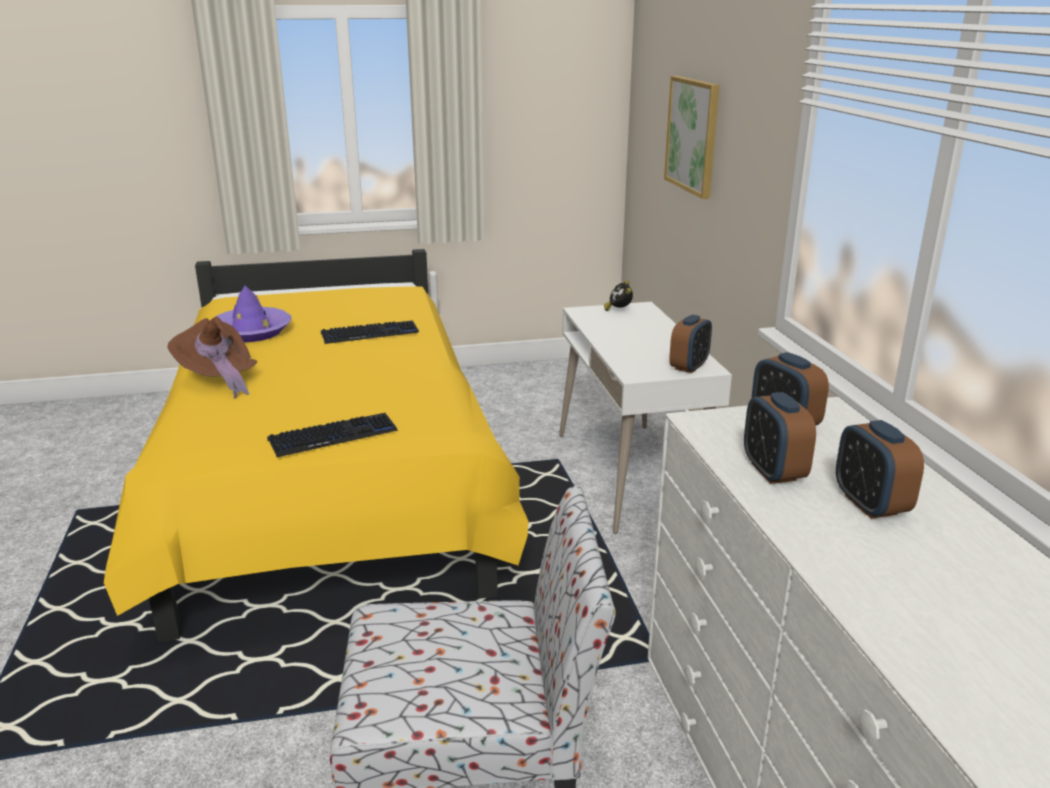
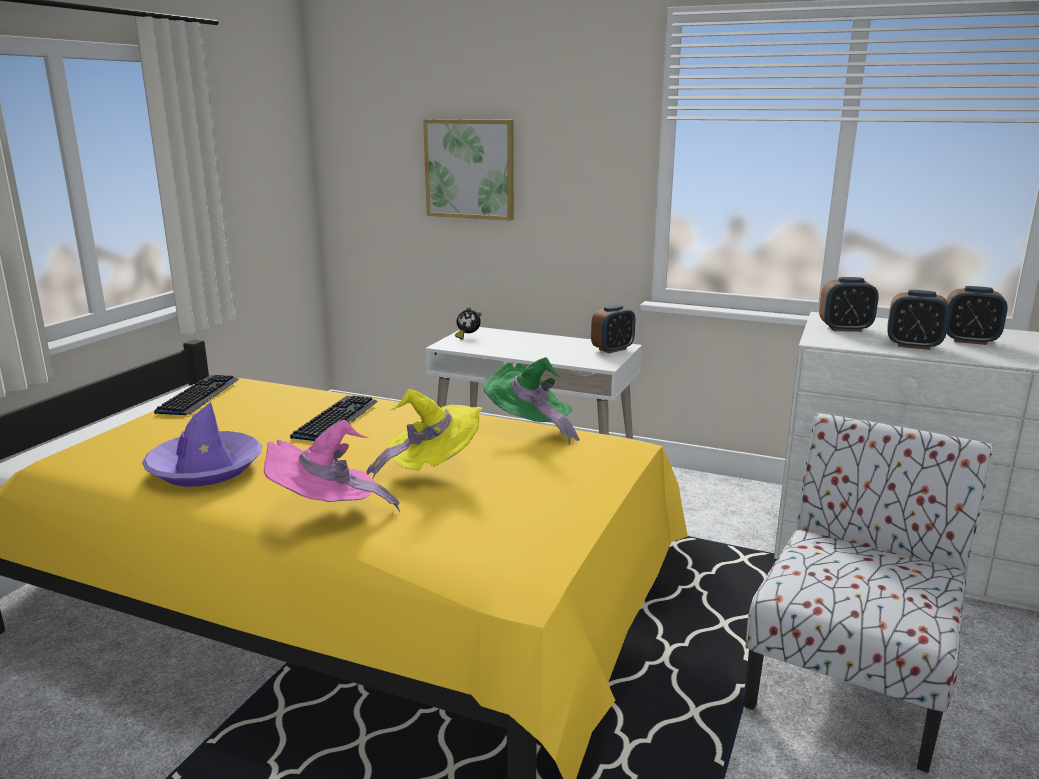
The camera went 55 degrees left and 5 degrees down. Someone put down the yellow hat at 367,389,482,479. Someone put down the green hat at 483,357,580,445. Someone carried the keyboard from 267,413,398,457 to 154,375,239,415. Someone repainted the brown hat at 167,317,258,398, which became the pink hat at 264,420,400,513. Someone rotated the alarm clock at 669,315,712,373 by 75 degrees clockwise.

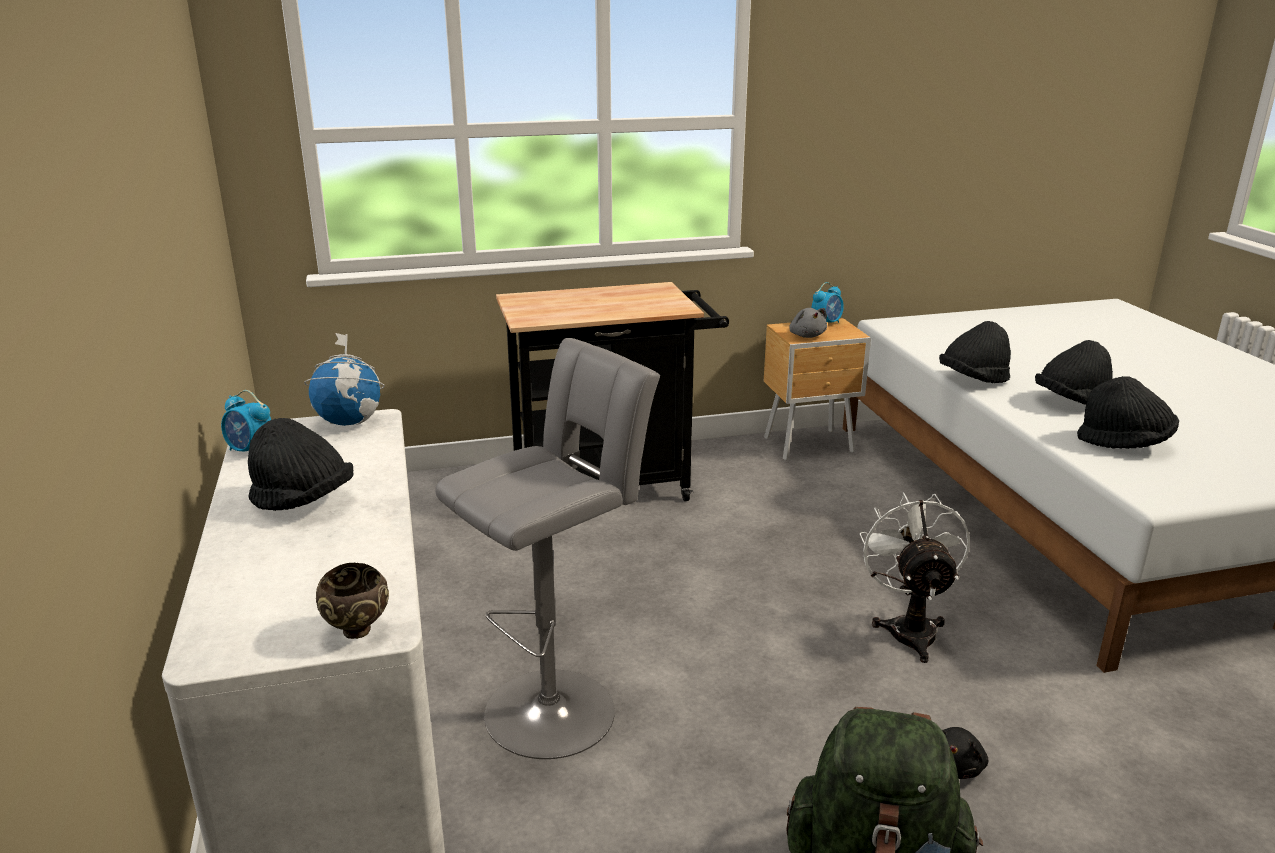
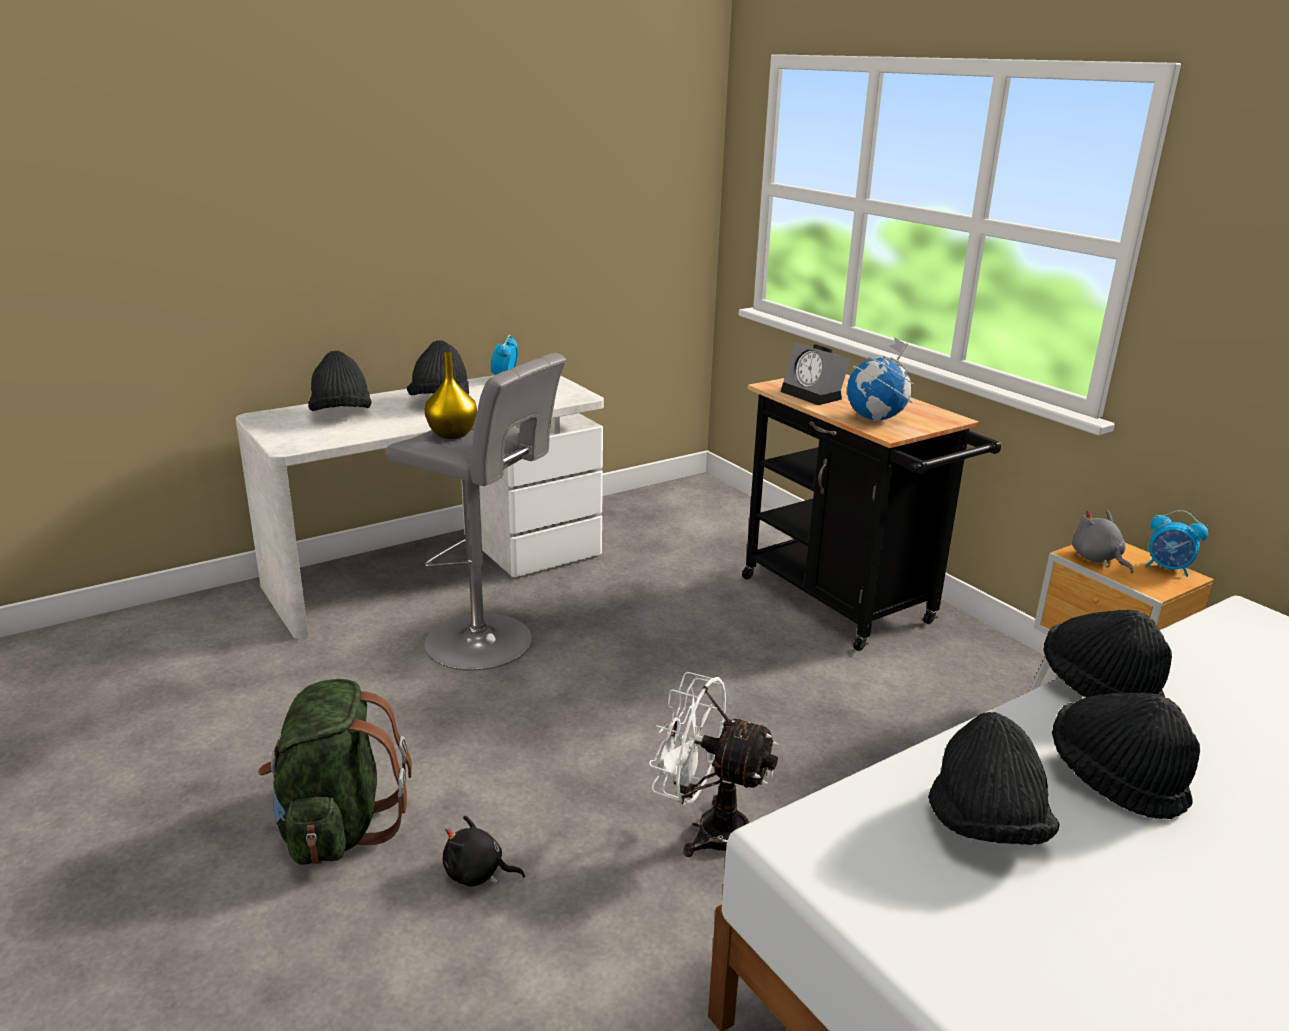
The camera went 70 degrees right and 0 degrees up. Someone took away the brown bowl at 316,563,389,639. Someone put down the black hat at 308,351,372,411. Someone put down the yellow vase at 424,352,477,439. Someone put down the alarm clock at 781,342,850,405. Someone carried the globe from 304,333,385,426 to 847,337,913,421. Someone rotated the grey plush toy at 789,308,827,338 by 105 degrees clockwise. Someone rotated the white fan at 860,492,970,663 by 135 degrees counterclockwise.

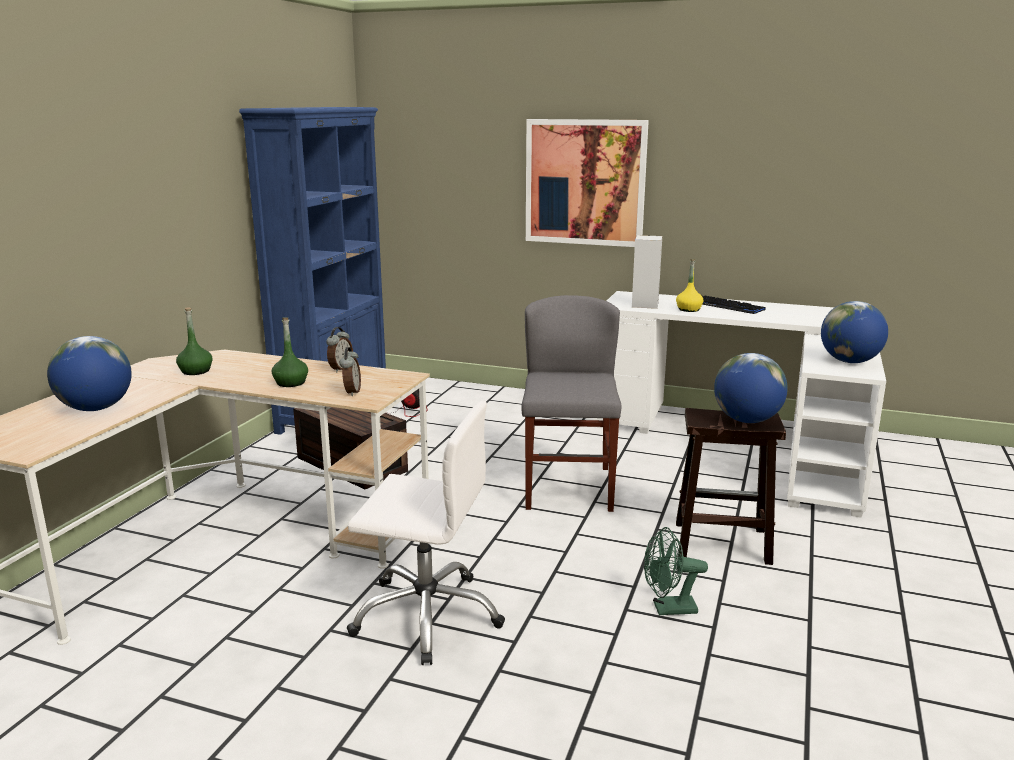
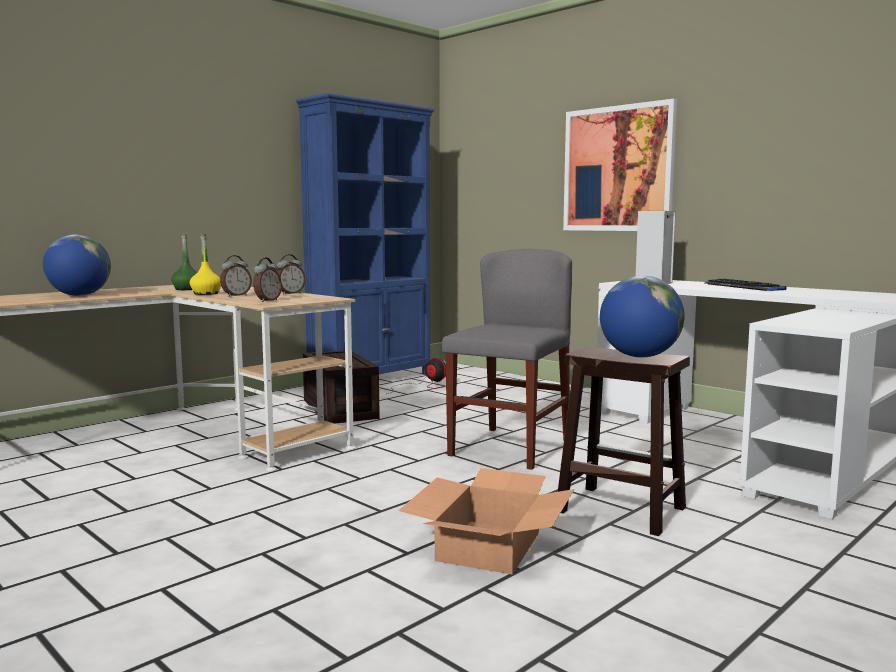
The camera went 25 degrees right and 10 degrees down. Someone took away the white office chair at 347,401,505,665. Someone took away the globe at 821,301,888,363. Someone carried the yellow bottle from 676,259,703,312 to 190,234,221,295. Someone swapped the green bottle at 272,317,308,387 for the alarm clock at 220,255,252,297. Someone swapped the green fan at 644,527,708,615 for the cardboard box at 399,468,575,575.

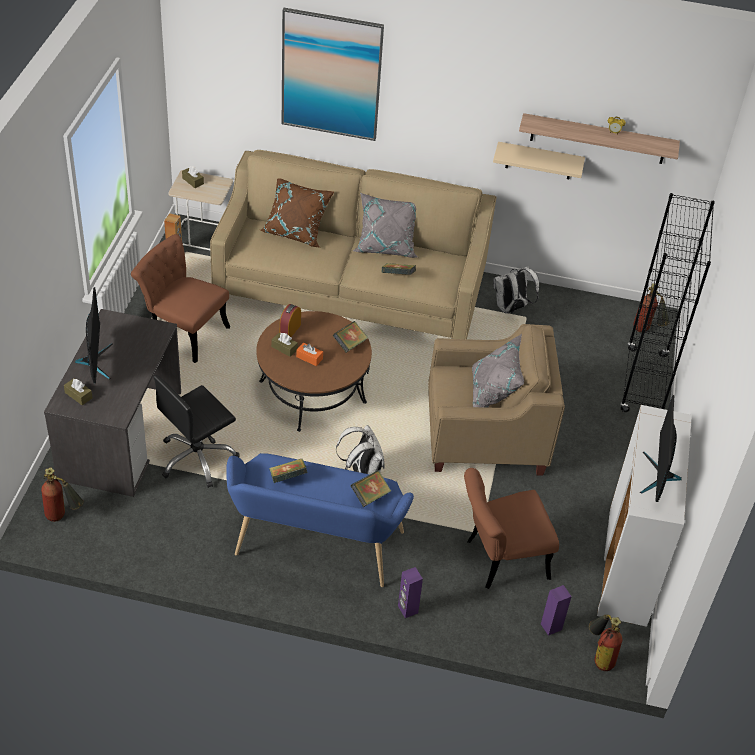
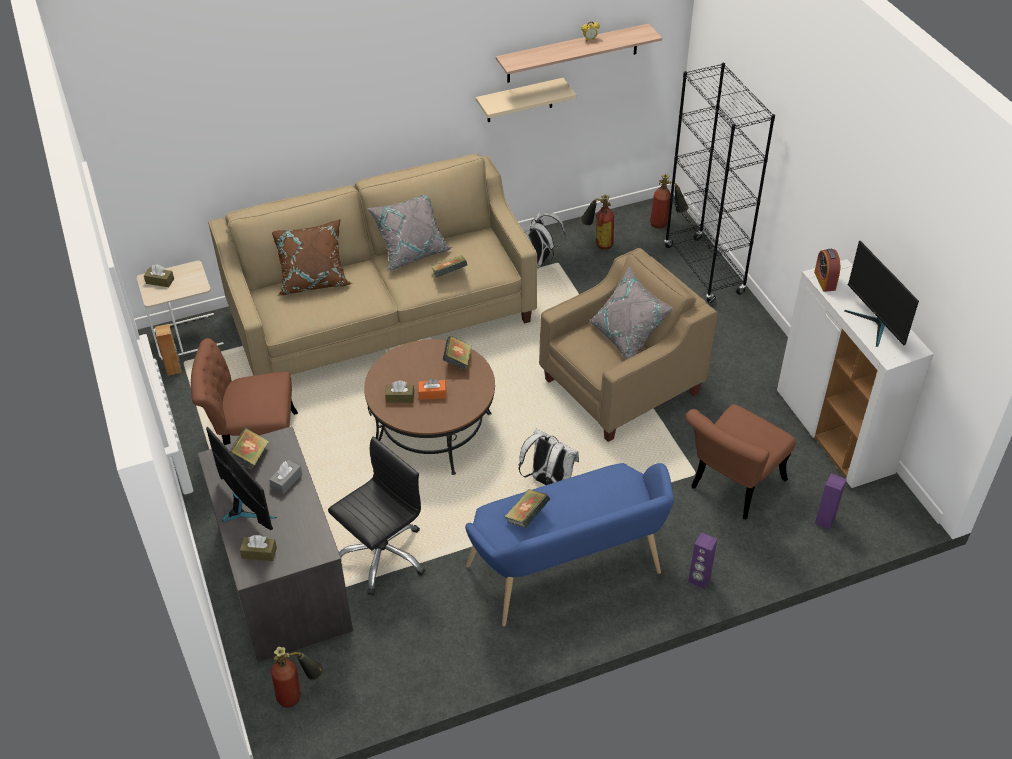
The camera went 30 degrees left and 0 degrees up. Someone took away the picture at 282,8,384,141. Someone put down the grey tissue box at 269,460,302,494. Someone carried the alarm clock from 280,304,301,337 to 814,249,840,292. Someone carried the book from 351,470,391,507 to 230,428,269,470. Someone carried the fire extinguisher from 589,615,622,671 to 581,195,614,250. Someone rotated the black office chair at 153,375,240,488 by 150 degrees counterclockwise.

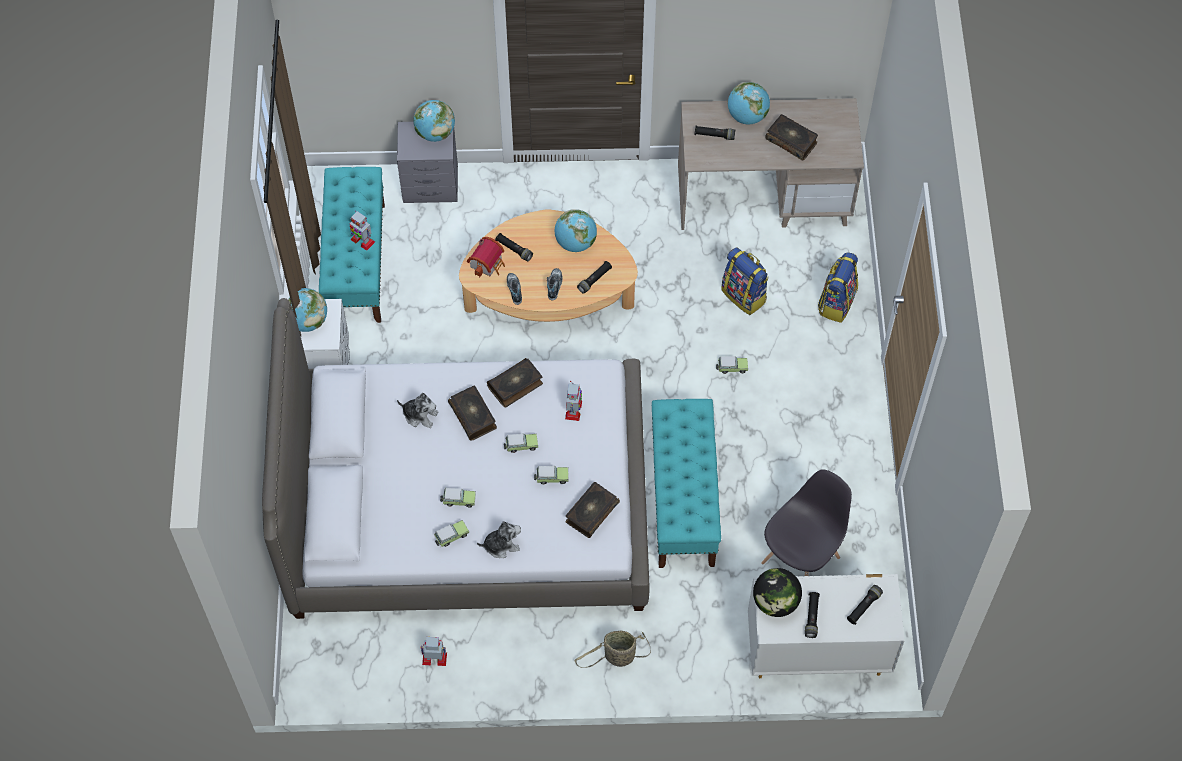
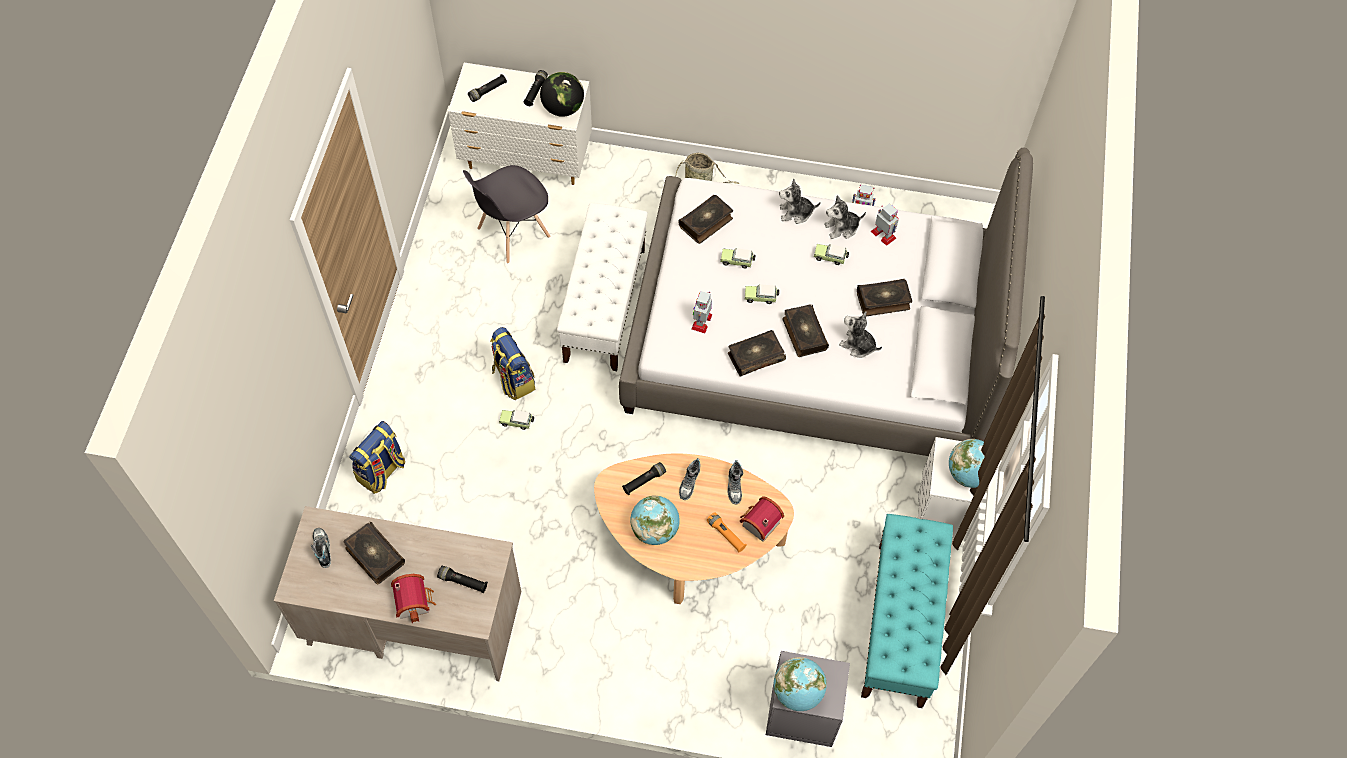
The camera went 170 degrees left and 0 degrees up. Someone put down the shoe at 311,528,331,568. Someone put down the book at 857,279,912,317. Someone carried the toy robot from 350,211,375,251 to 871,203,899,246. Someone carried the backpack from 721,247,769,315 to 490,327,535,400. Someone swapped the toy car at 434,520,469,547 for the plush toy at 824,195,866,239. Someone swapped the globe at 728,82,770,125 for the toy house at 391,574,436,623. Someone repainted the black flashlight at 495,233,533,261, which became the orange flashlight at 707,512,747,553. Someone repainted the turquoise bench at 652,399,721,568, which became the white bench at 557,203,648,371.

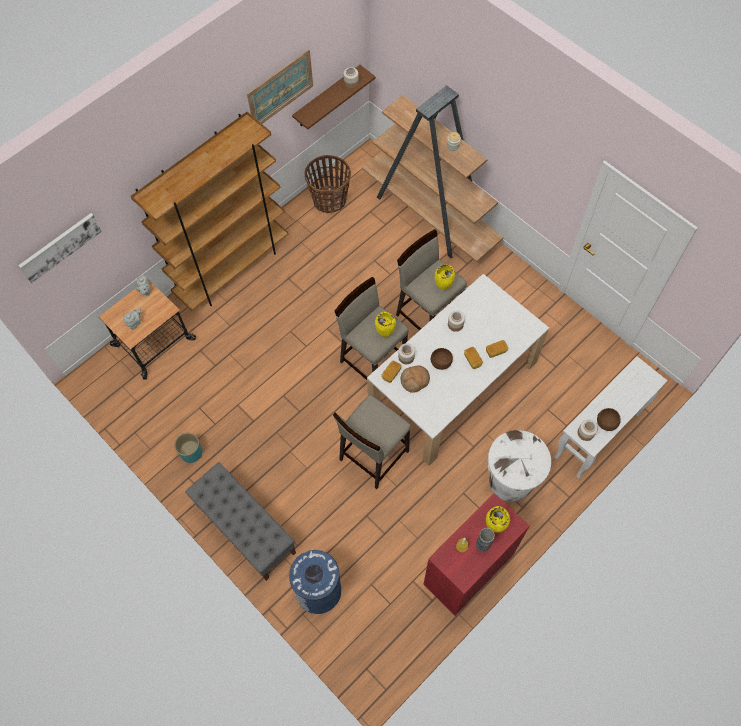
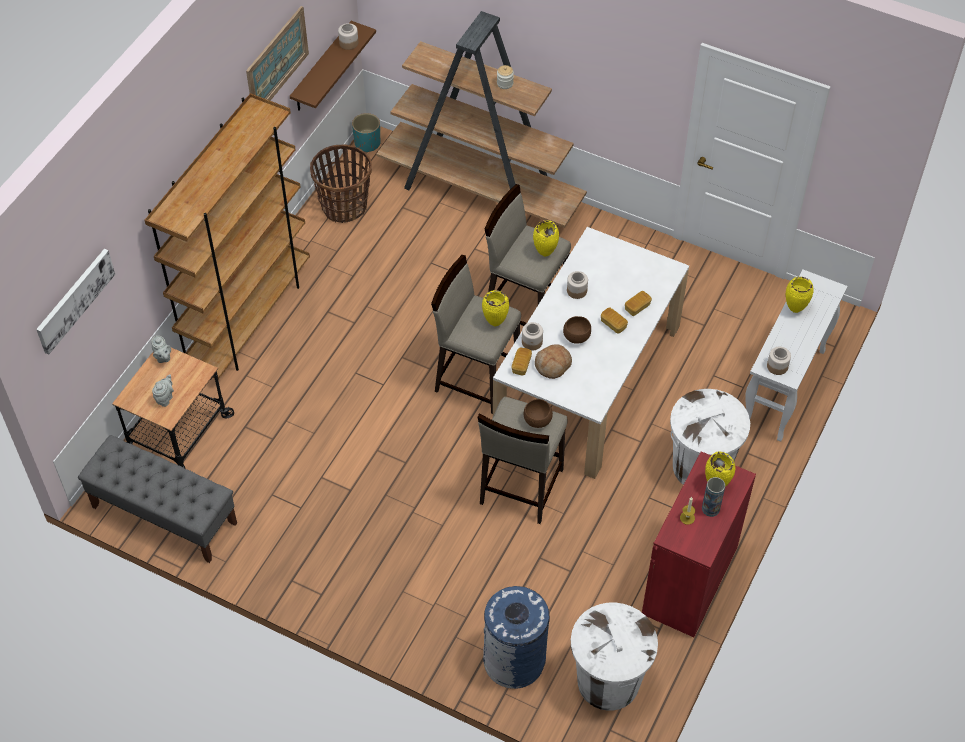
The camera went 20 degrees left and 10 degrees down. Someone put down the white trash can at 571,603,658,711. Someone put down the yellow vase at 786,277,813,313. Someone carried the turquoise planter from 174,432,202,463 to 352,113,380,153. Someone carried the grey bench from 185,462,296,581 to 78,435,237,563. Someone carried the brown bowl from 597,408,621,431 to 524,399,553,428.

